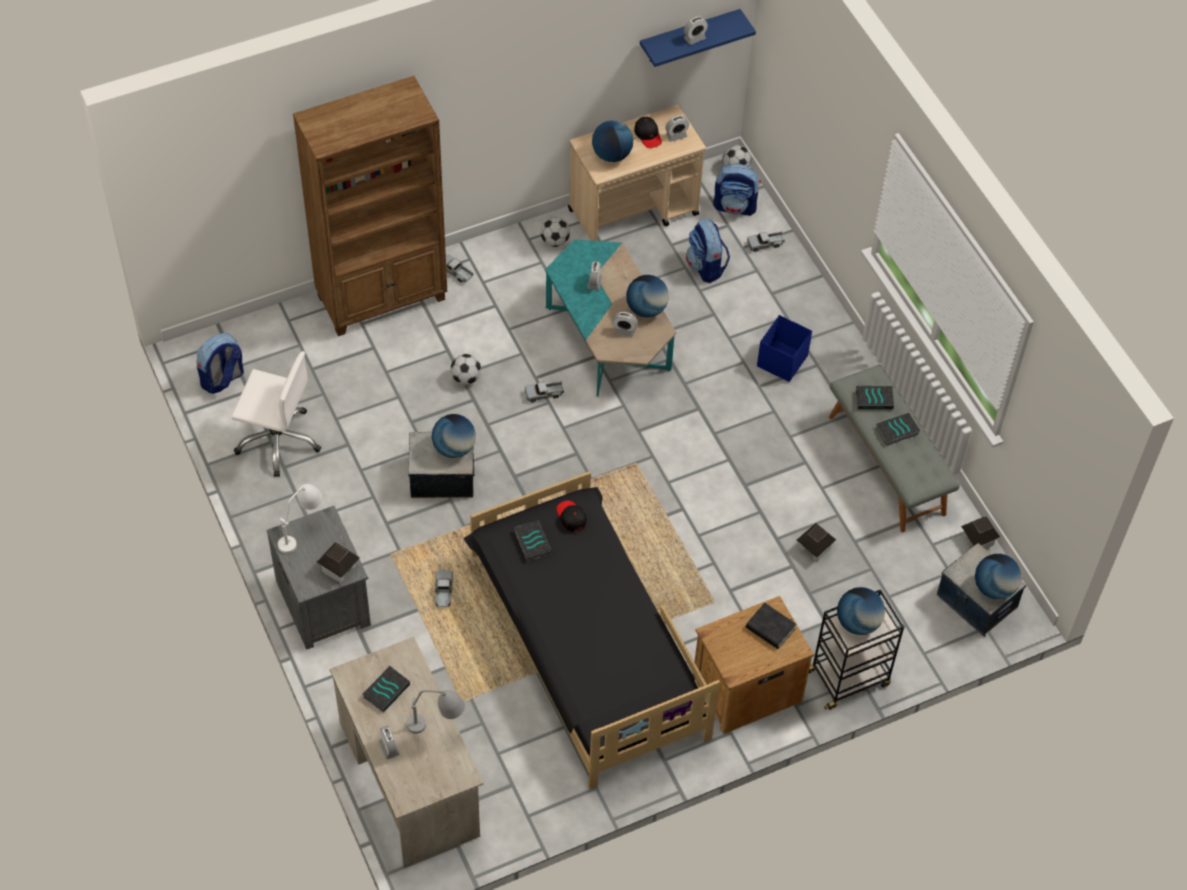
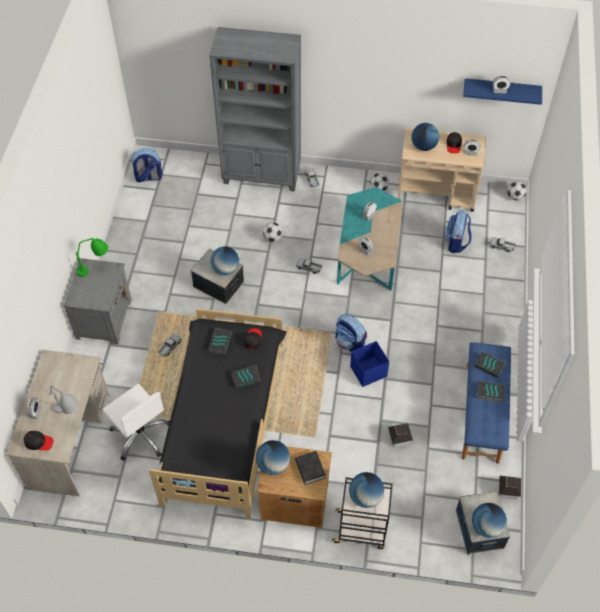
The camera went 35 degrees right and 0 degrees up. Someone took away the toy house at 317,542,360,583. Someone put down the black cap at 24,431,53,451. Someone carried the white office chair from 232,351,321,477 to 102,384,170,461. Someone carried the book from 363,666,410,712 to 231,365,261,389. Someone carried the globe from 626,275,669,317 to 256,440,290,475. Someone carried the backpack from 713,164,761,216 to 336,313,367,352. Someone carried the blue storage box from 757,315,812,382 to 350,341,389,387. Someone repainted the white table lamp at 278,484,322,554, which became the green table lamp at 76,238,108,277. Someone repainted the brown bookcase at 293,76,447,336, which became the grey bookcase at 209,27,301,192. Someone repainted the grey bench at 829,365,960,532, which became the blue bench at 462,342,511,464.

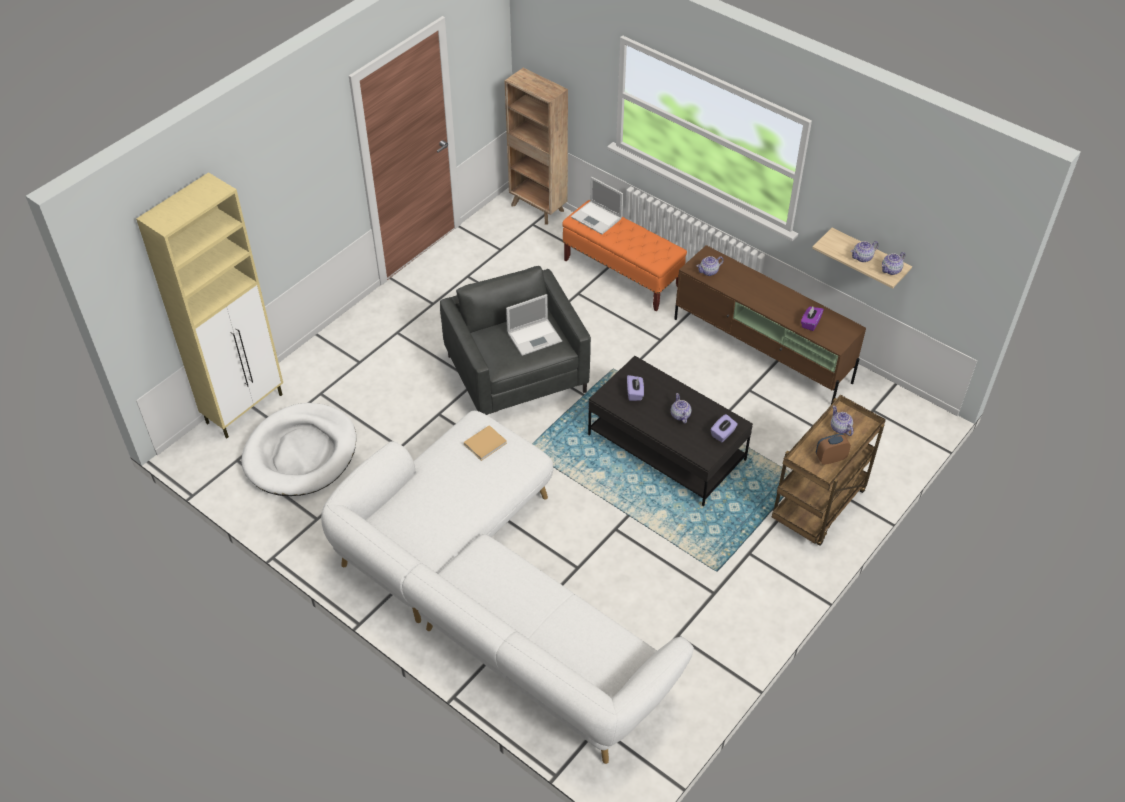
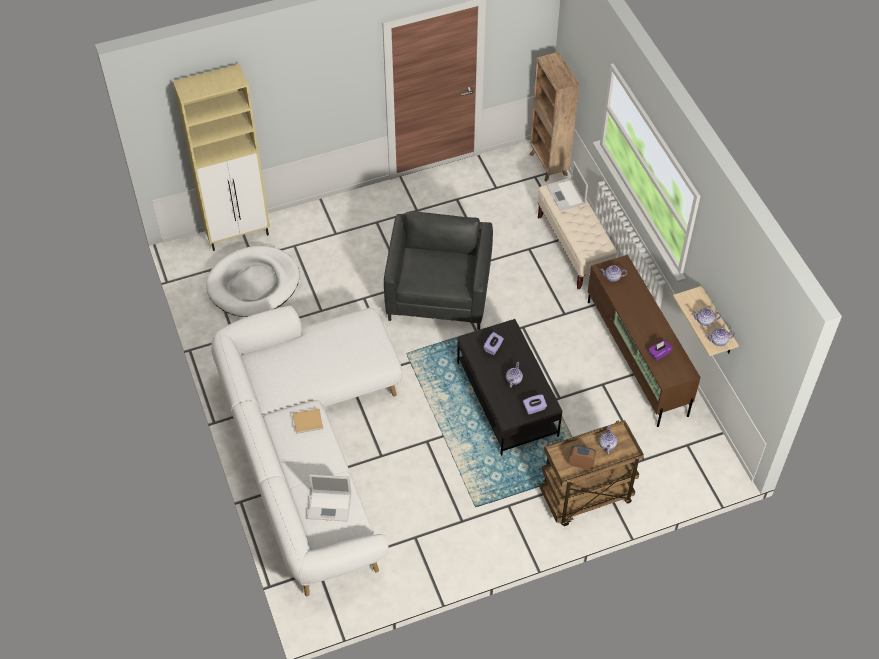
The camera went 30 degrees right and 5 degrees up. Someone carried the beige book from 464,425,507,461 to 292,408,323,434. Someone carried the laptop from 506,294,562,356 to 307,474,351,522. Someone repainted the orange bench at 562,200,687,311, which became the beige bench at 538,178,618,289.

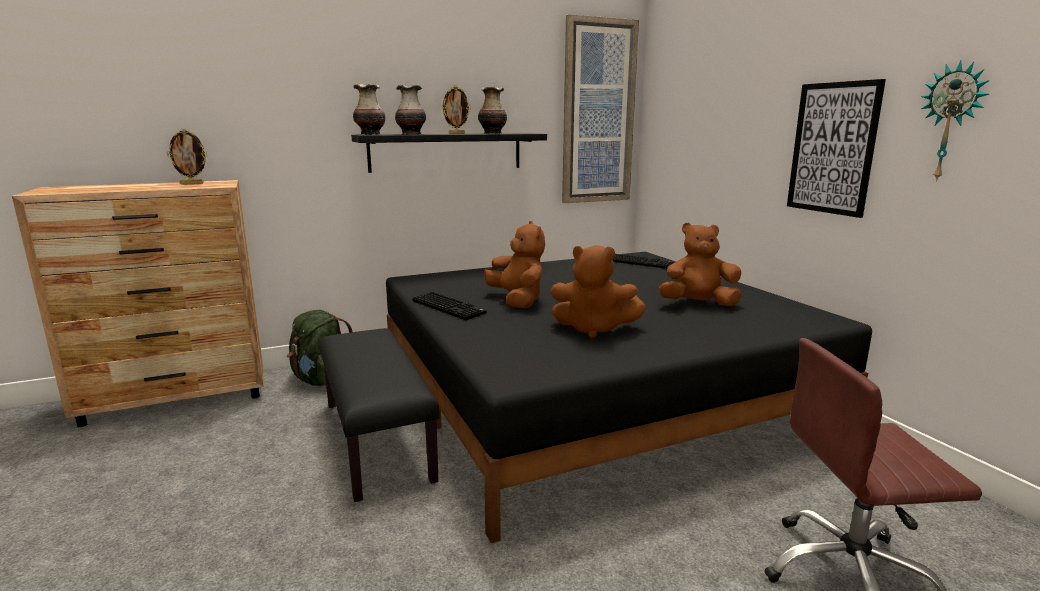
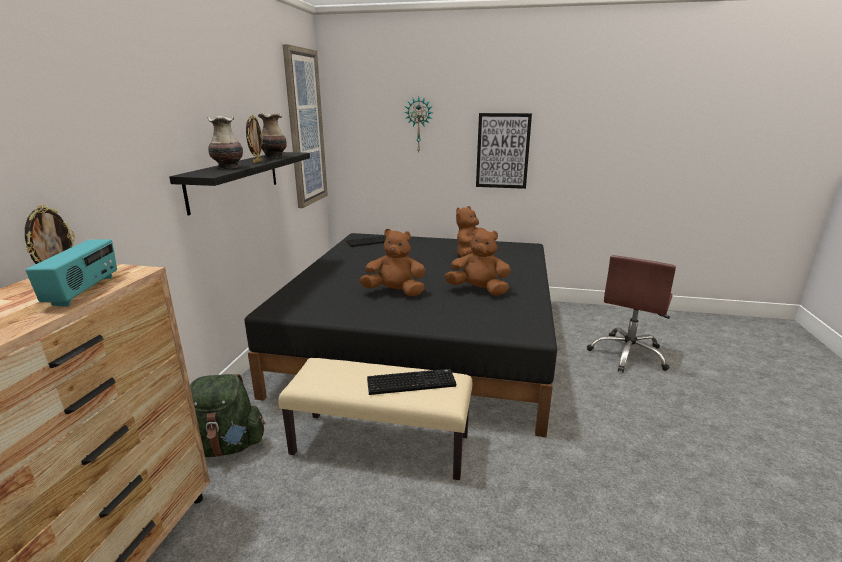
The camera went 55 degrees left and 5 degrees up. Someone took away the vase at 353,83,385,135. Someone put down the radio at 26,239,117,307. Someone carried the keyboard from 412,292,487,320 to 367,369,456,395. Someone carried the wall clock from 921,60,990,182 to 404,97,433,152. Someone repainted the black bench at 319,328,440,502, which became the beige bench at 279,358,472,480. Someone rotated the brown plush toy at 550,245,646,339 by 120 degrees counterclockwise.

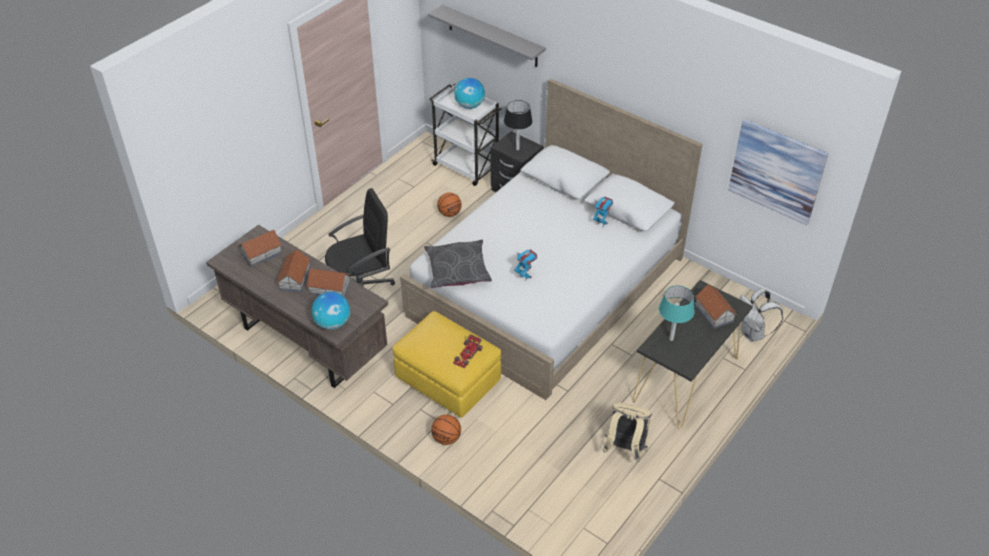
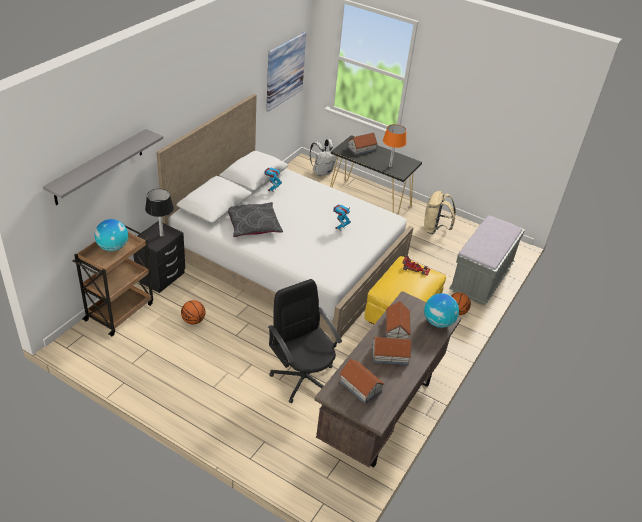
The camera went 100 degrees left and 5 degrees down. Someone put down the grey bench at 449,215,525,305. Someone carried the grey pillow from 424,240,492,288 to 228,202,283,237. Someone repainted the white cart at 429,83,502,186, which became the brown cart at 72,225,153,336. Someone repainted the turquoise table lamp at 659,285,695,341, which became the orange table lamp at 383,124,406,167.

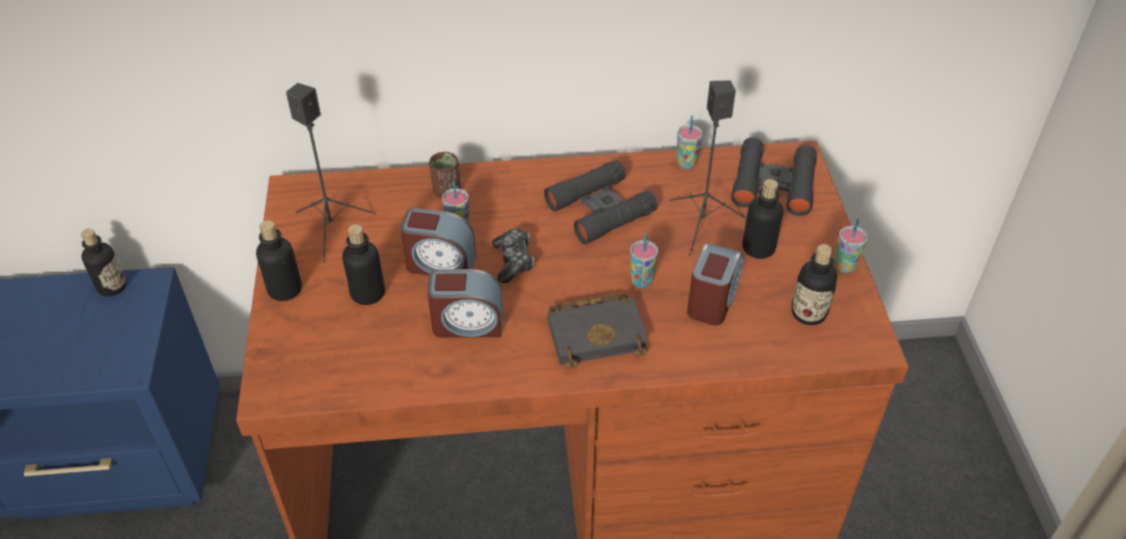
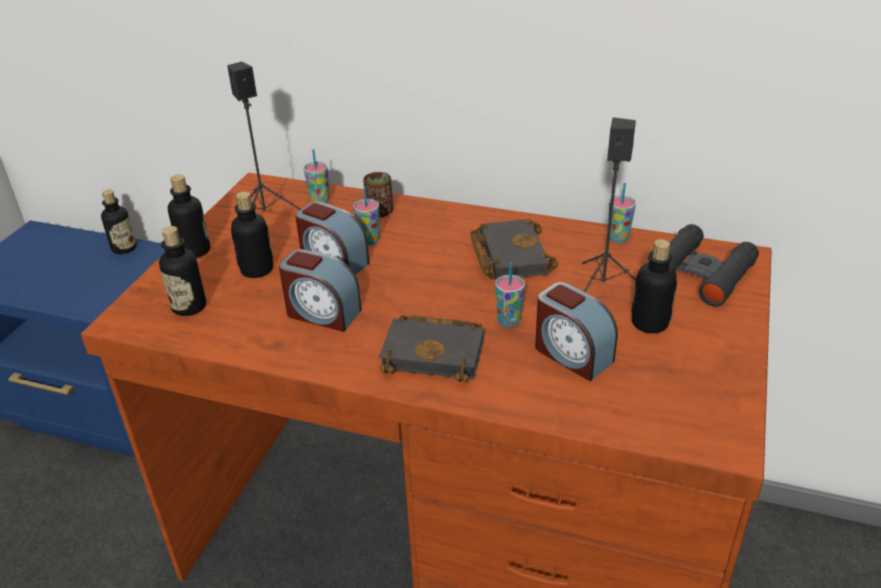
The camera went 25 degrees right and 10 degrees down. Someone took away the game controller at 492,228,534,283. Someone carried the bottle from 792,244,837,325 to 159,226,206,316. Someone carried the cup from 834,218,868,273 to 304,149,329,203. Someone swapped the black binoculars at 544,160,657,244 for the black book at 470,219,558,280. Someone rotated the alarm clock at 687,243,744,325 by 90 degrees clockwise.

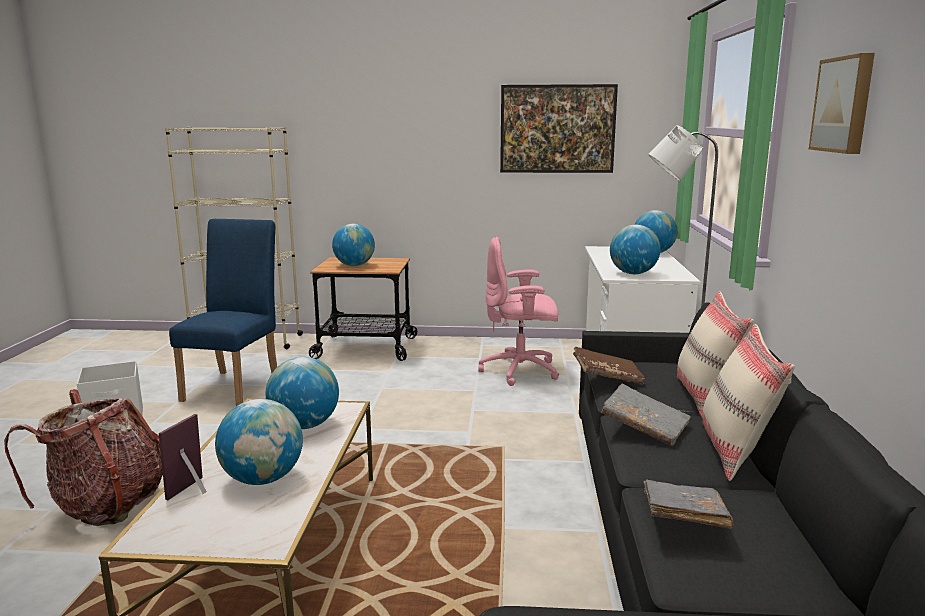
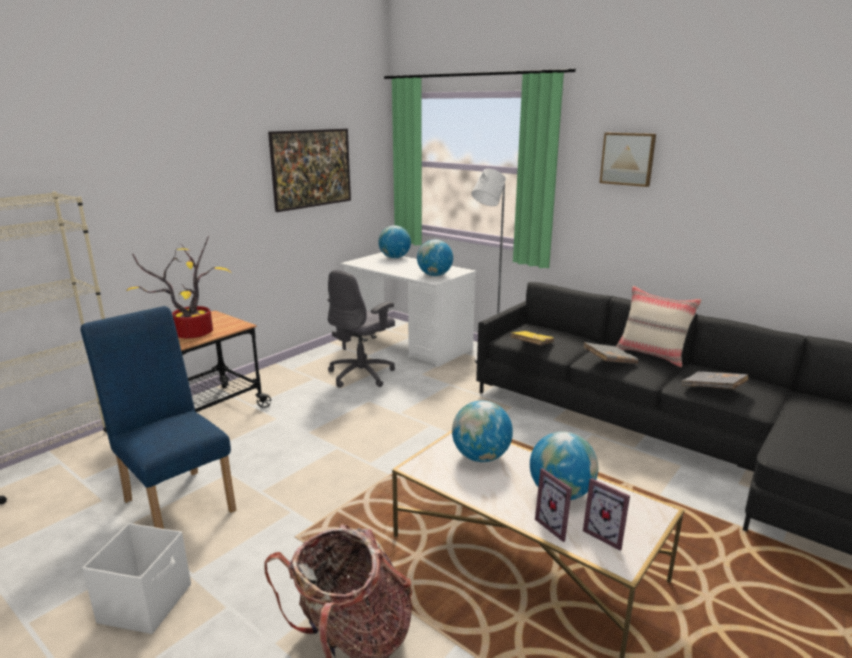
The camera went 55 degrees left and 5 degrees up. Someone took away the beige pillow at 677,291,754,418. Someone put down the picture frame at 583,478,630,551. Someone swapped the globe at 332,224,375,266 for the potted plant at 125,236,232,338. Someone repainted the pink office chair at 478,237,559,386, which became the grey office chair at 328,270,395,388. Someone repainted the brown book at 573,347,645,385, which became the yellow book at 510,331,554,345.

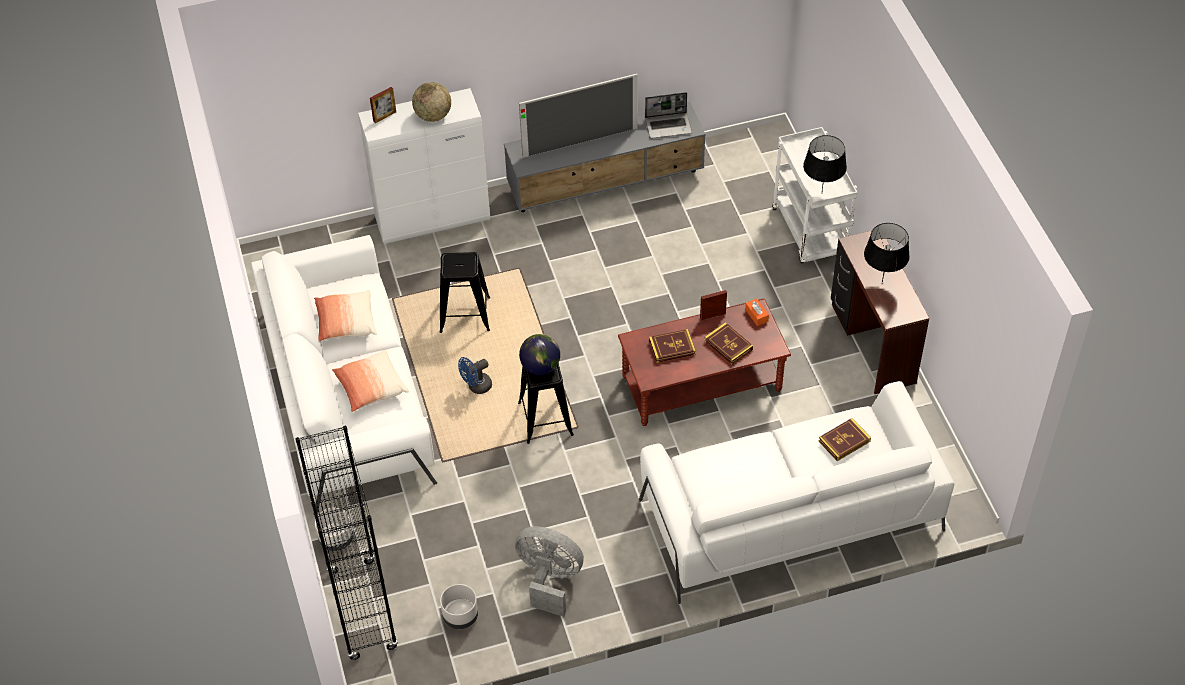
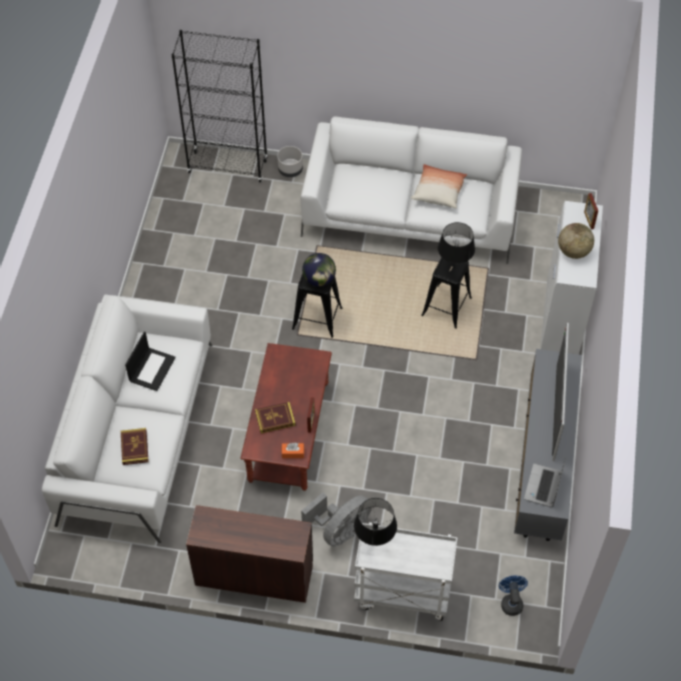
The camera went 115 degrees right and 5 degrees up. Someone took away the pillow at 332,350,409,412. Someone took away the grey planter at 440,584,478,629. Someone took away the book at 649,329,696,363. Someone put down the laptop at 125,332,176,391. Someone carried the blue fan from 458,357,492,394 to 499,576,528,616. Someone carried the grey fan from 515,526,584,617 to 301,493,372,547. Someone carried the black table lamp from 864,223,910,282 to 438,222,475,267.

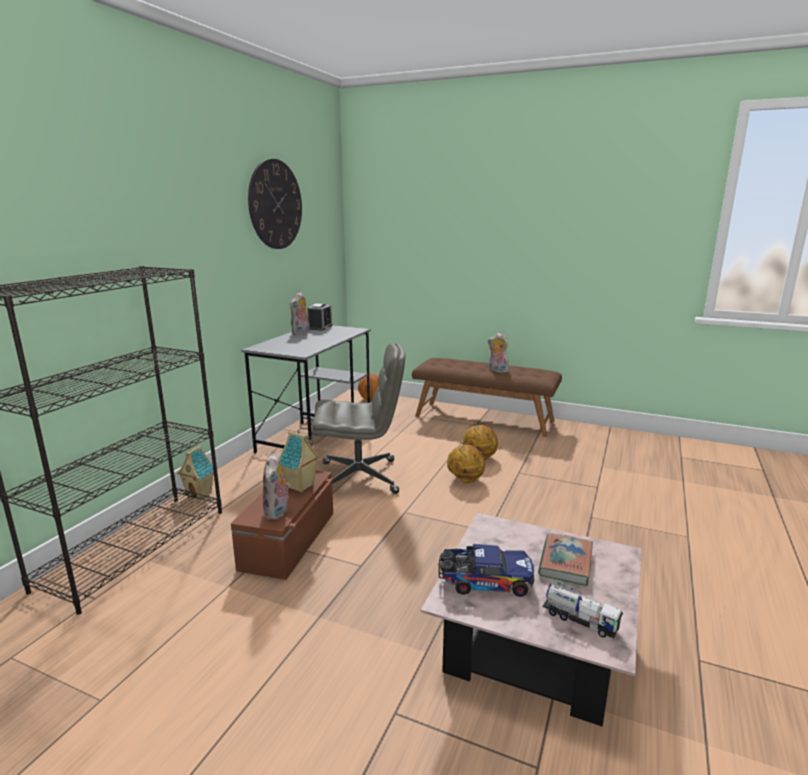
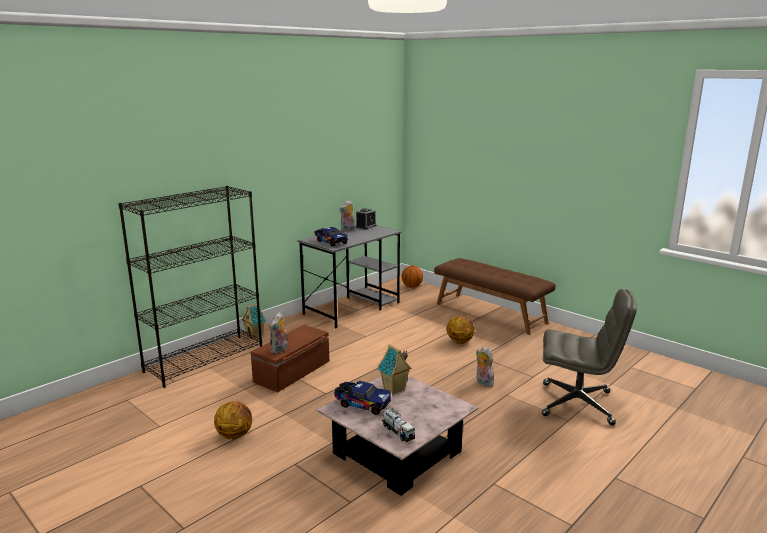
The camera went 20 degrees right and 0 degrees up. Someone took away the wall clock at 248,159,302,249. Someone took away the book at 538,533,593,586. Someone put down the toy truck at 314,227,348,247. Someone carried the toy house from 279,431,320,492 to 378,344,412,395. Someone carried the grey office chair from 312,343,405,494 to 542,289,637,425. Someone carried the basketball from 447,445,485,483 to 214,401,252,439. Someone carried the plush toy from 488,333,509,373 to 476,347,496,387.

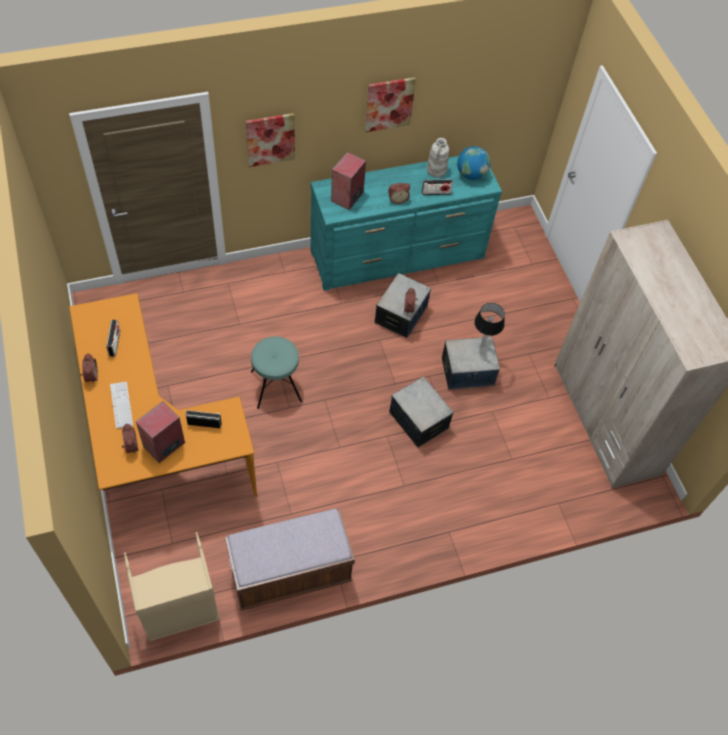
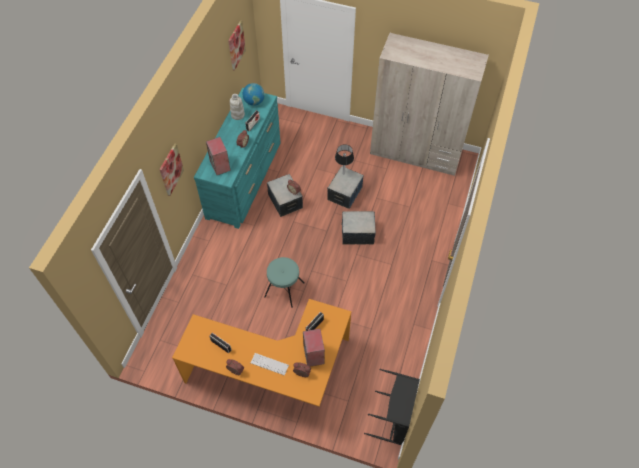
The camera went 50 degrees left and 0 degrees up. Someone took away the brown bench at 225,509,355,610. Someone carried the picture from 365,77,416,132 to 228,20,246,71. Someone repainted the beige laundry basket at 124,532,220,641, which became the black laundry basket at 364,369,420,445.

